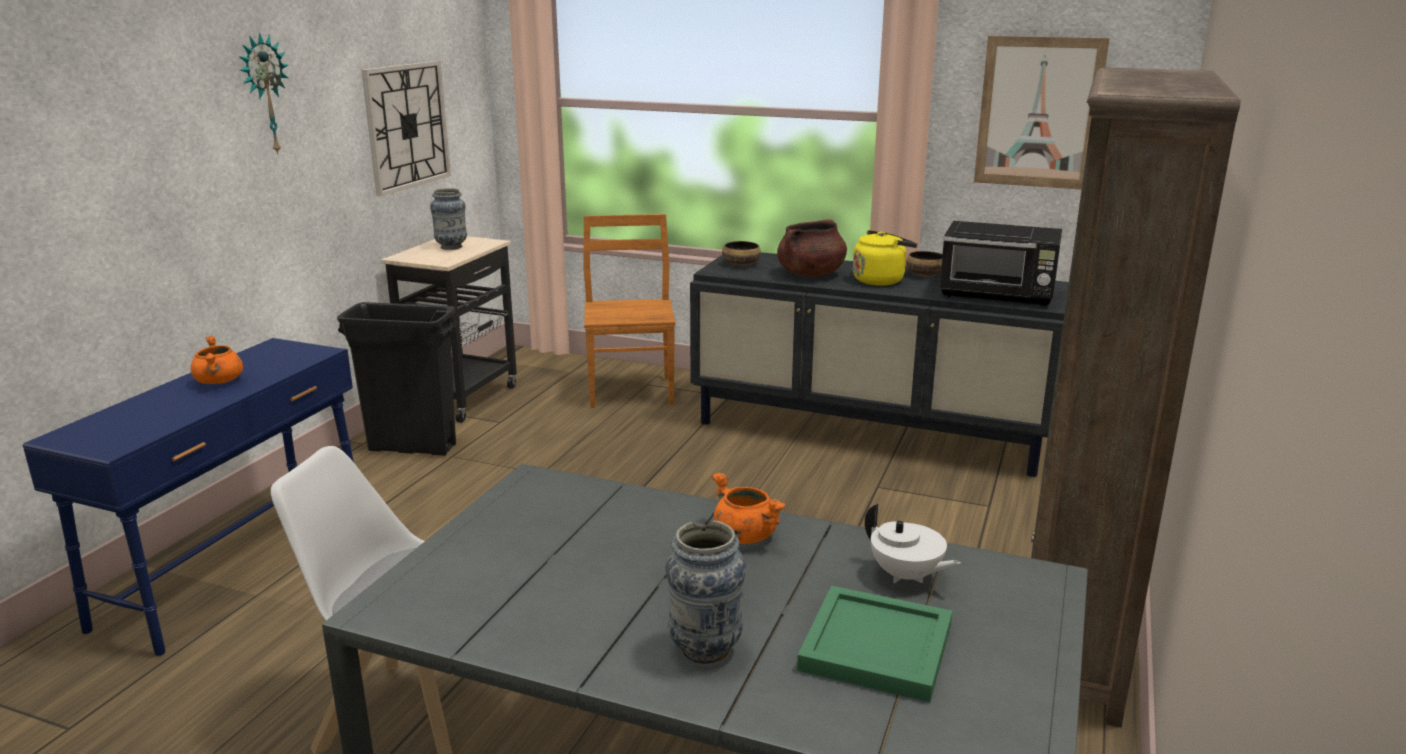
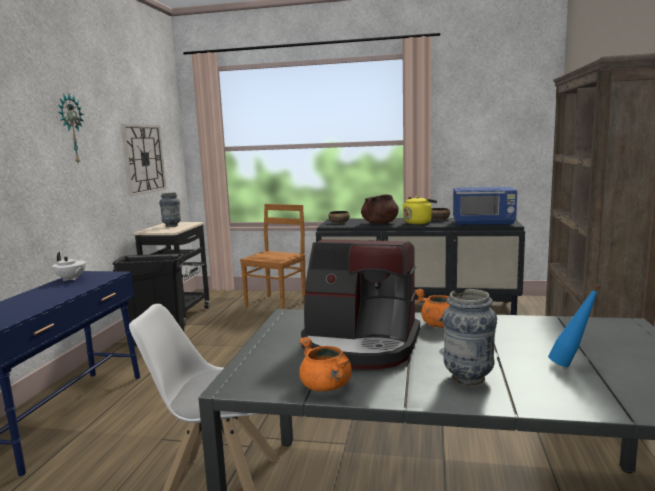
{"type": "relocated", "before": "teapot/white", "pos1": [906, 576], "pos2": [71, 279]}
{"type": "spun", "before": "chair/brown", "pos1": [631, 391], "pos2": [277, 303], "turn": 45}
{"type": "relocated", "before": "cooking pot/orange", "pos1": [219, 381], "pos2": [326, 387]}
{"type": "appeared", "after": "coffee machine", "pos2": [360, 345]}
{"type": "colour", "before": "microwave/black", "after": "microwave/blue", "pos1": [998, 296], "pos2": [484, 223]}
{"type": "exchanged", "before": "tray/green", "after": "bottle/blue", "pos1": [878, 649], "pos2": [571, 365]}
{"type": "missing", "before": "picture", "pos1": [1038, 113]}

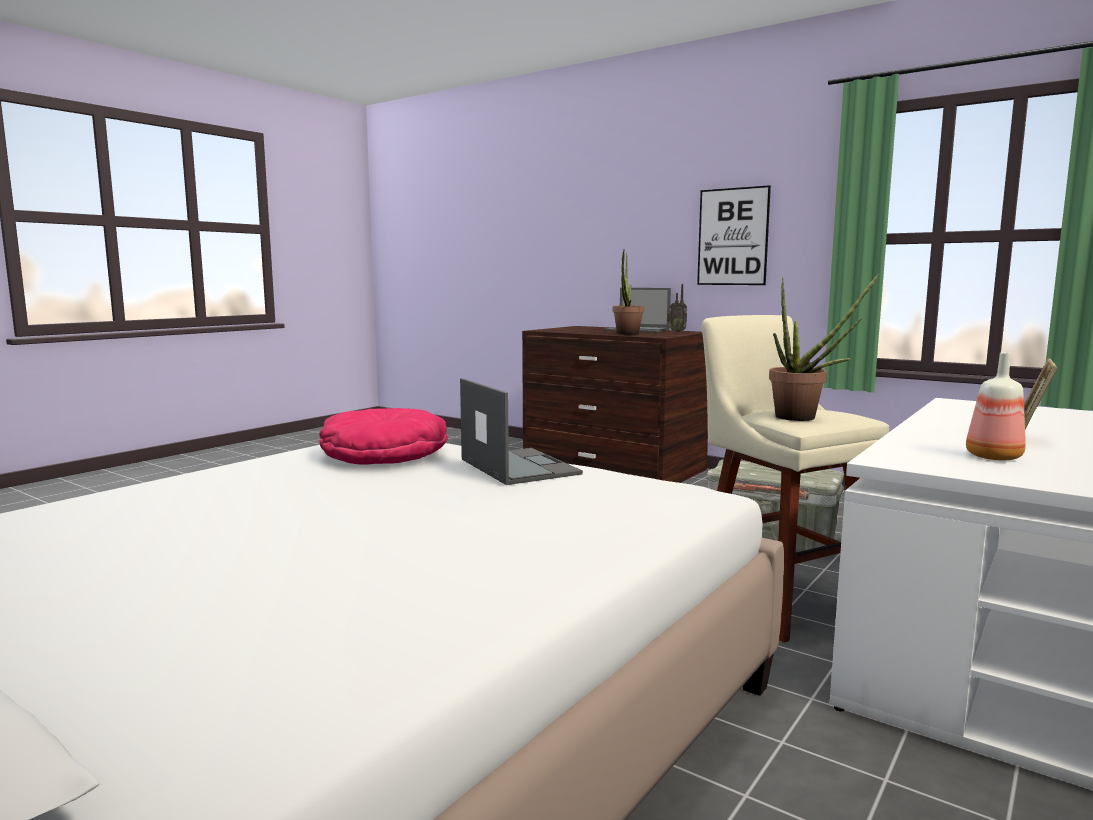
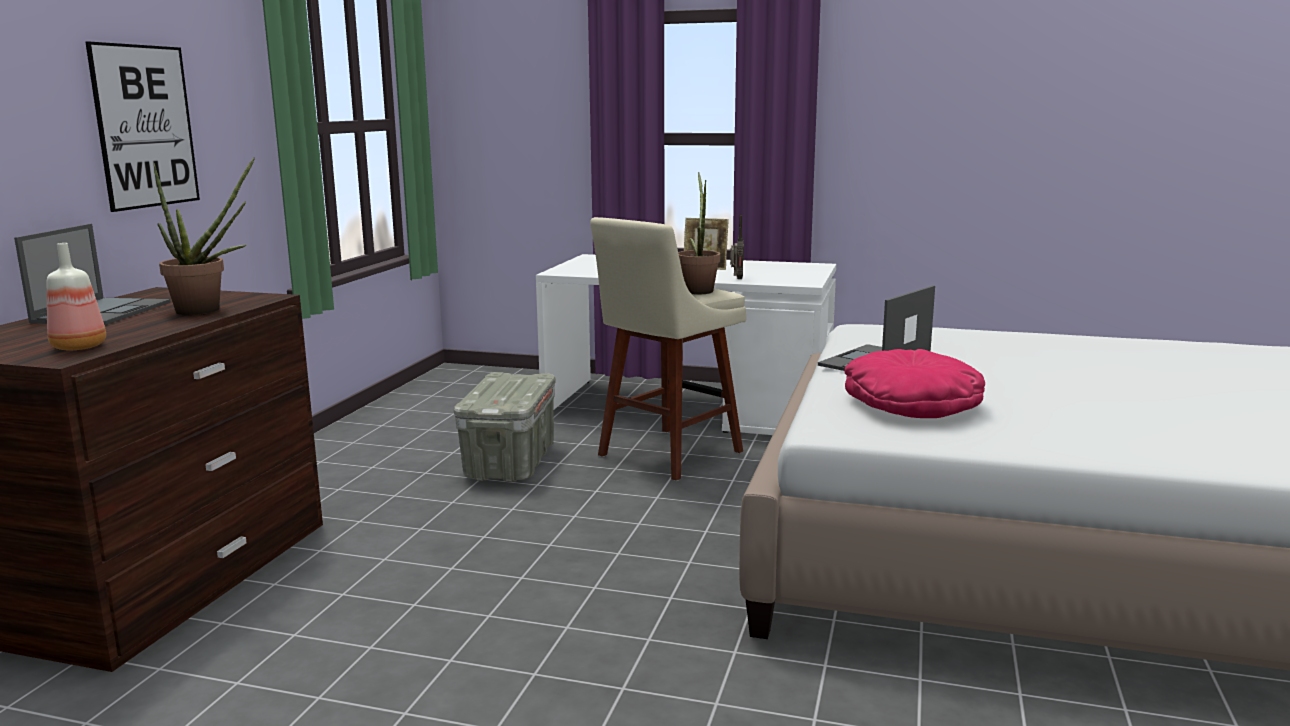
{"type": "relocated", "before": "bottle", "pos1": [994, 457], "pos2": [81, 347]}
{"type": "relocated", "before": "radio", "pos1": [677, 331], "pos2": [736, 279]}

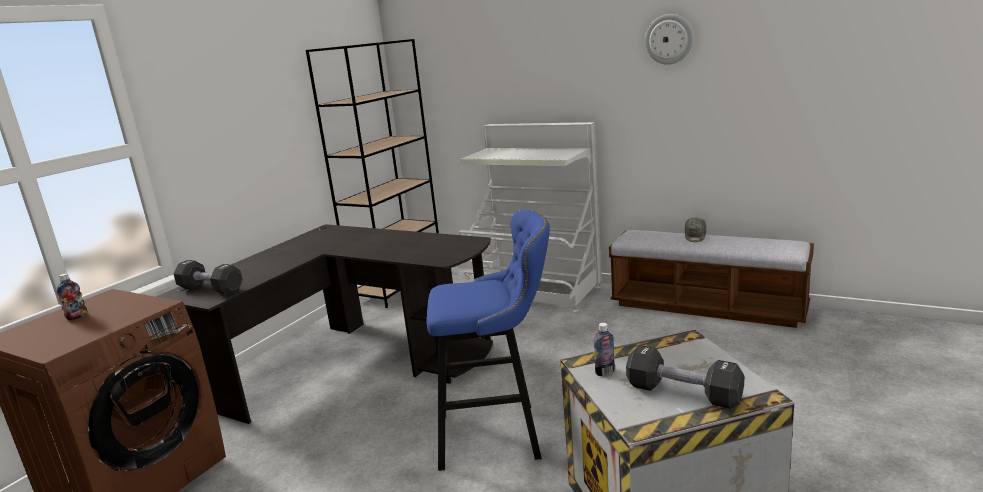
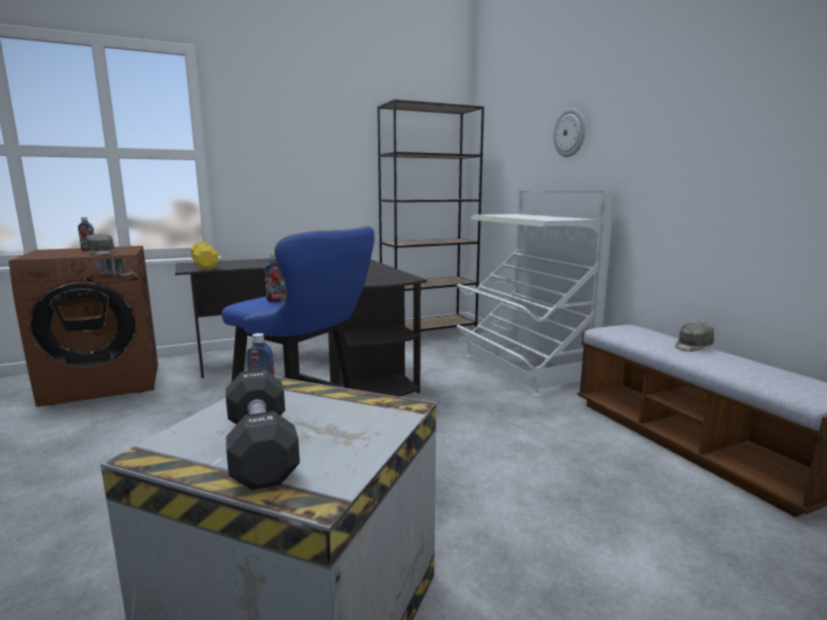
{"type": "appeared", "after": "cap/grey", "pos2": [101, 253]}
{"type": "colour", "before": "dumbbell/black", "after": "dumbbell/yellow", "pos1": [211, 289], "pos2": [205, 265]}
{"type": "appeared", "after": "bottle", "pos2": [276, 300]}
{"type": "relocated", "before": "wall clock", "pos1": [669, 39], "pos2": [570, 133]}

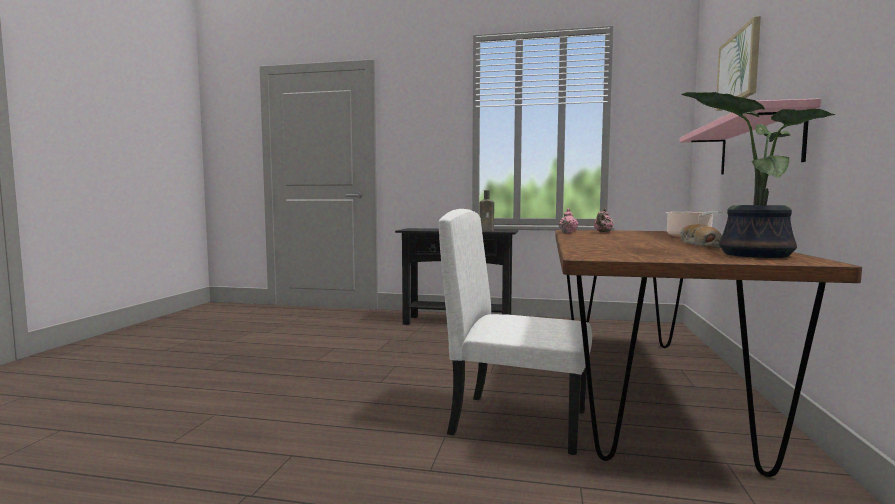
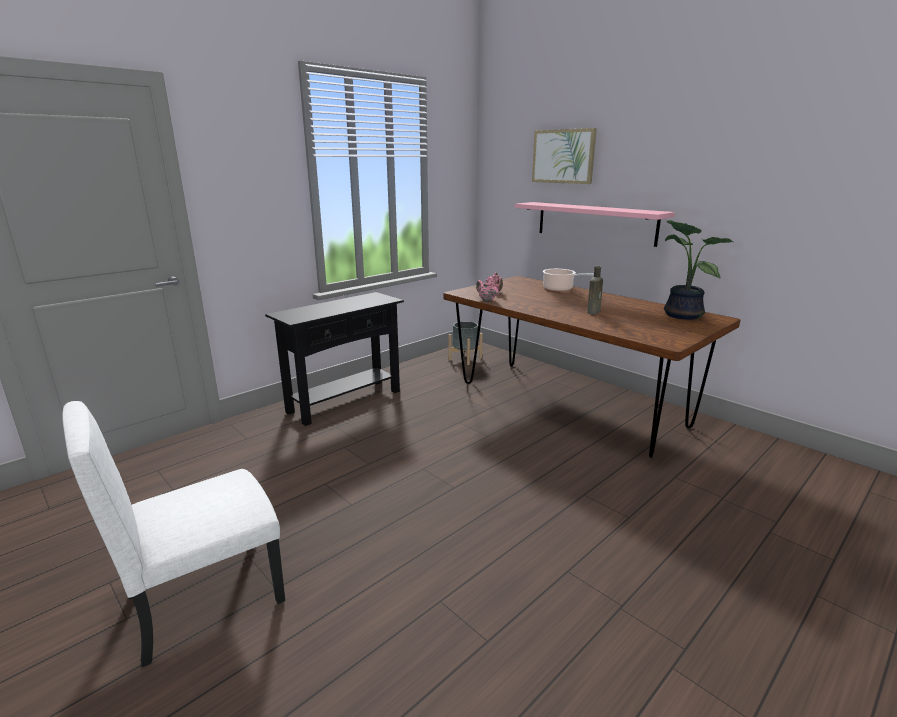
{"type": "relocated", "before": "chair/white", "pos1": [519, 422], "pos2": [205, 597]}
{"type": "appeared", "after": "planter/grey", "pos2": [465, 358]}
{"type": "relocated", "before": "bottle/brown", "pos1": [487, 231], "pos2": [594, 312]}
{"type": "missing", "before": "bread", "pos1": [698, 245]}

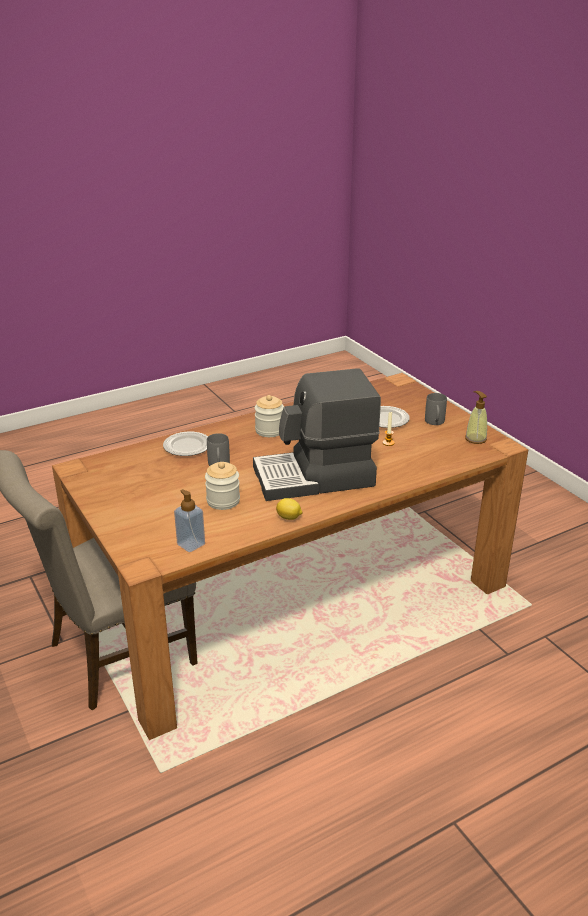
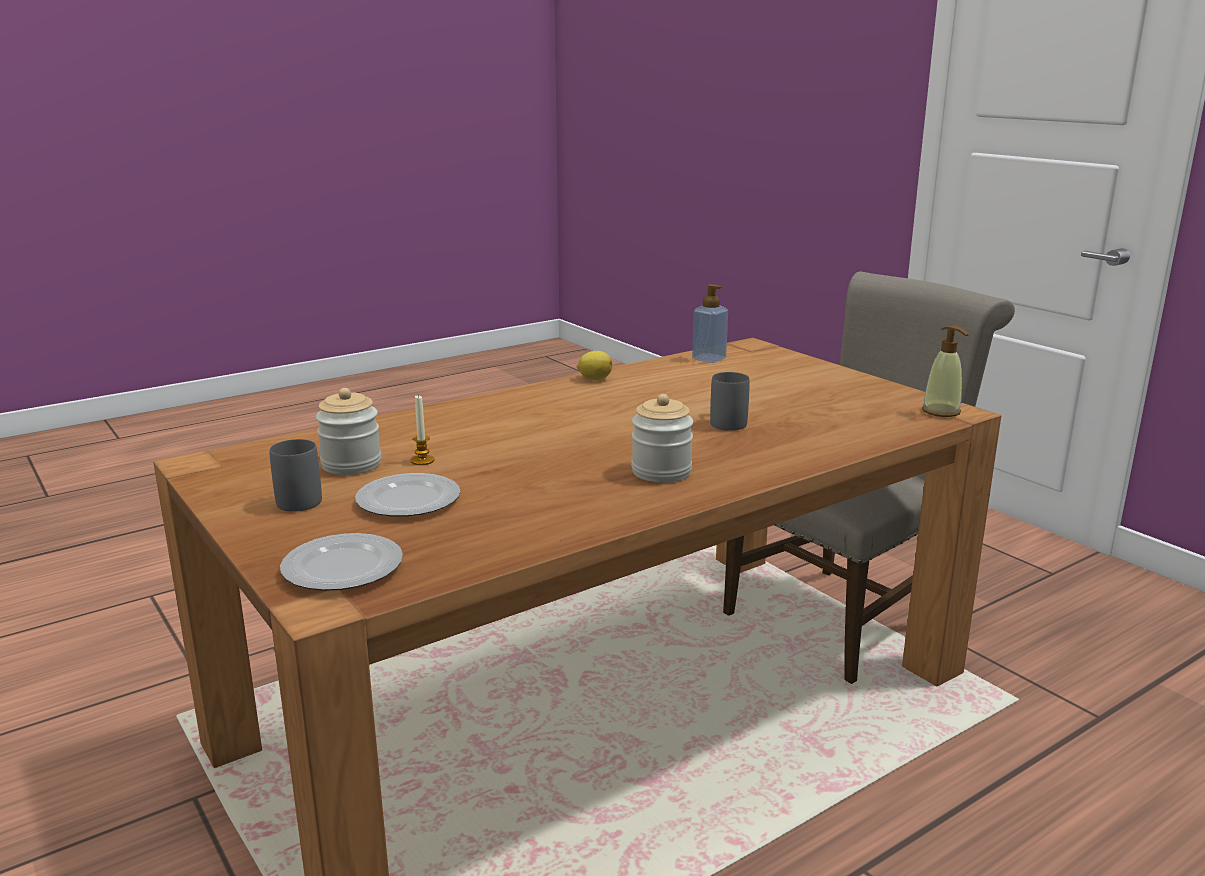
{"type": "relocated", "before": "plate", "pos1": [188, 446], "pos2": [341, 568]}
{"type": "relocated", "before": "jar", "pos1": [223, 501], "pos2": [351, 464]}
{"type": "relocated", "before": "soap dispenser", "pos1": [475, 439], "pos2": [941, 411]}
{"type": "missing", "before": "coffee machine", "pos1": [315, 477]}

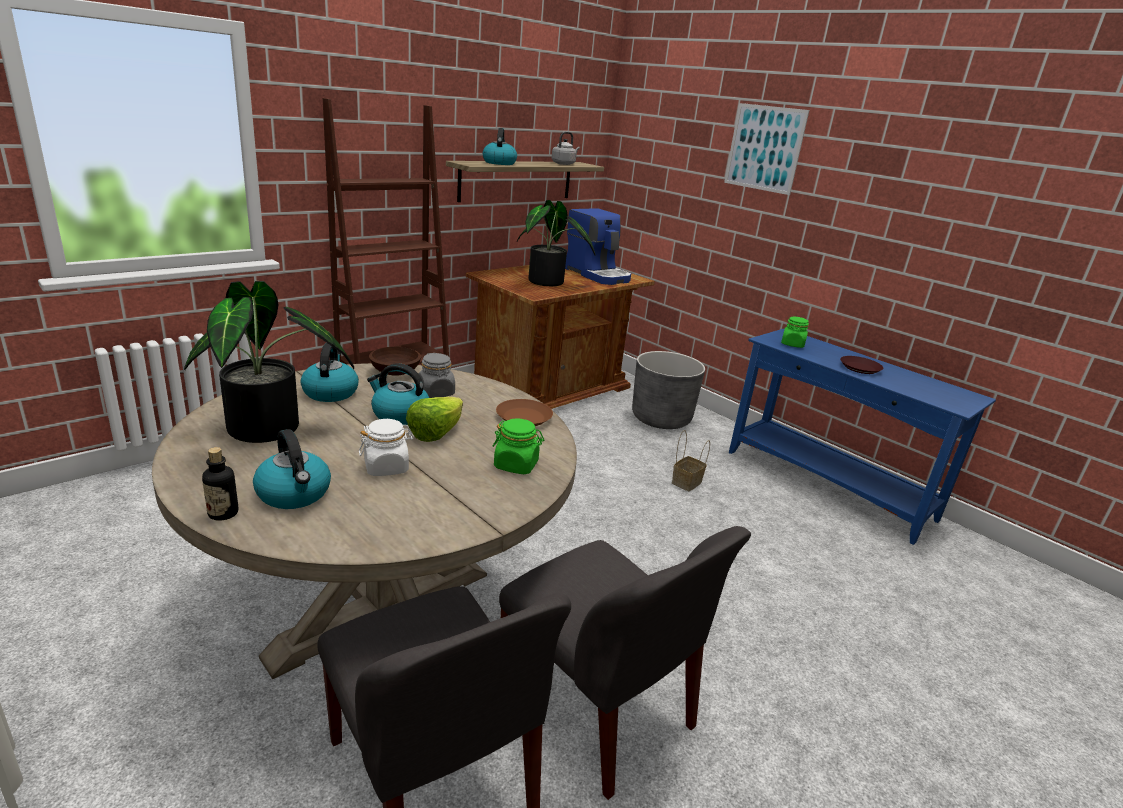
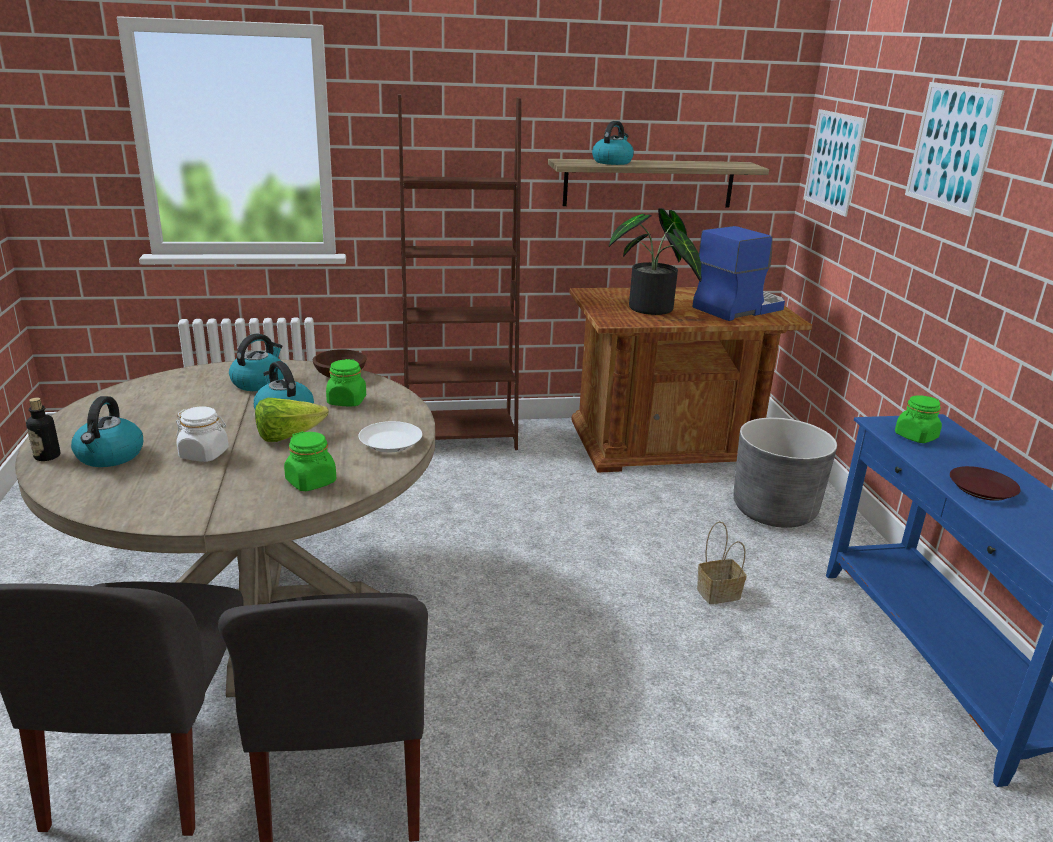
{"type": "colour", "before": "jar/grey", "after": "jar/green", "pos1": [436, 392], "pos2": [346, 401]}
{"type": "colour", "before": "plate/brown", "after": "plate/white", "pos1": [523, 417], "pos2": [390, 442]}
{"type": "spun", "before": "coffee machine", "pos1": [598, 274], "pos2": [738, 308], "turn": -120}
{"type": "appeared", "after": "picture", "pos2": [833, 161]}
{"type": "missing", "before": "potted plant", "pos1": [271, 430]}
{"type": "missing", "before": "kettle/grey", "pos1": [564, 164]}

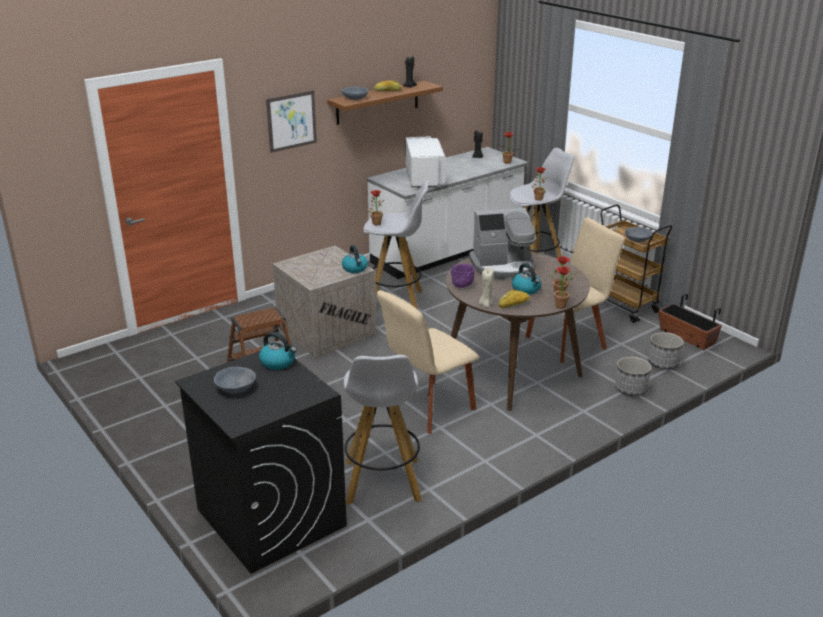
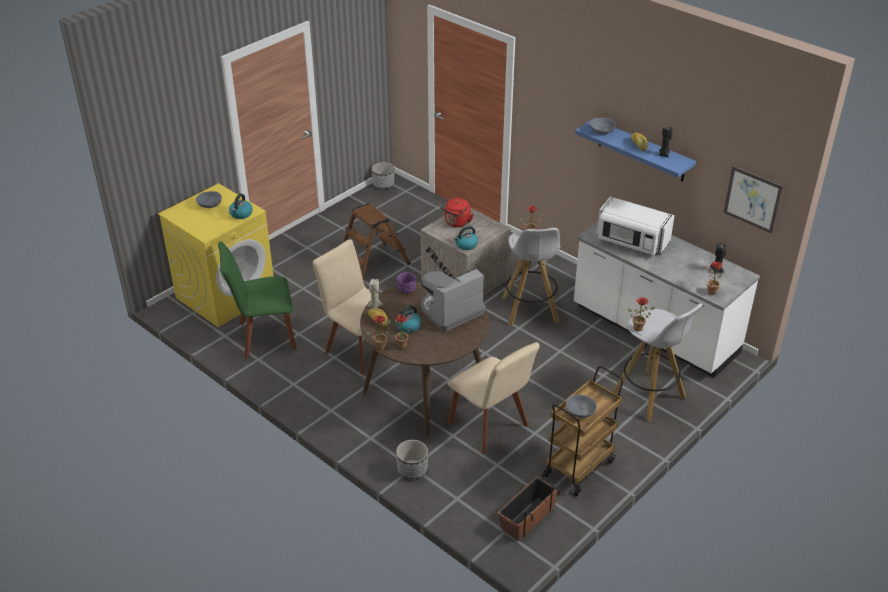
{"type": "colour", "before": "washing machine/black", "after": "washing machine/yellow", "pos1": [270, 517], "pos2": [226, 295]}
{"type": "exchanged", "before": "stool/white", "after": "chair/green", "pos1": [382, 482], "pos2": [263, 337]}
{"type": "relocated", "before": "planter", "pos1": [663, 363], "pos2": [383, 184]}
{"type": "spun", "before": "coffee machine", "pos1": [503, 267], "pos2": [450, 311], "turn": 75}
{"type": "appeared", "after": "kettle/red", "pos2": [456, 223]}
{"type": "colour", "before": "shelf/brown", "after": "shelf/blue", "pos1": [377, 102], "pos2": [641, 151]}
{"type": "spun", "before": "microwave/white", "pos1": [424, 178], "pos2": [631, 242], "turn": 45}
{"type": "relocated", "before": "picture", "pos1": [291, 121], "pos2": [752, 199]}

